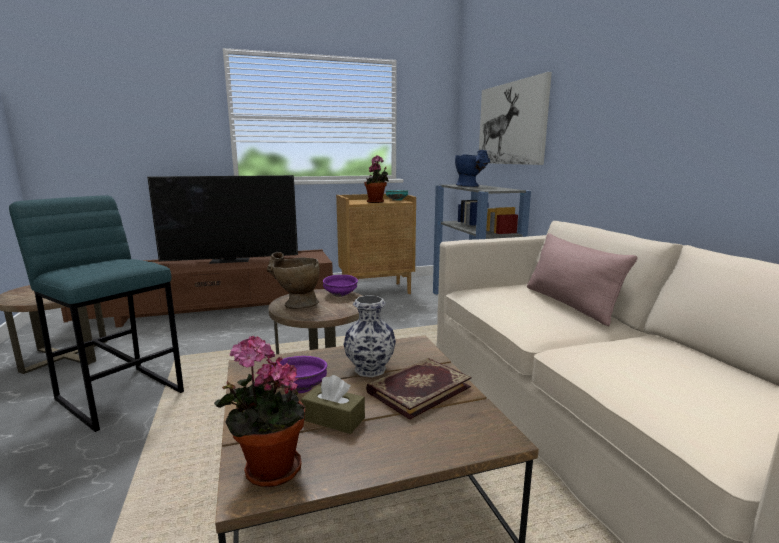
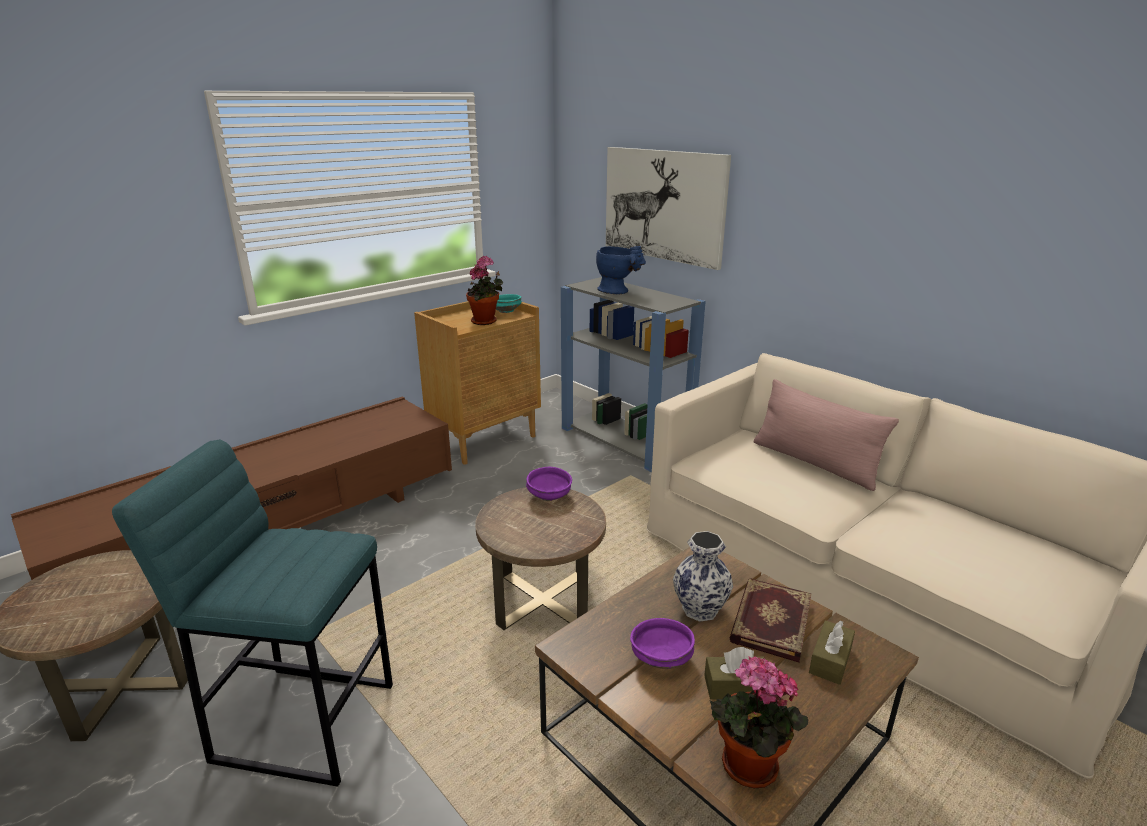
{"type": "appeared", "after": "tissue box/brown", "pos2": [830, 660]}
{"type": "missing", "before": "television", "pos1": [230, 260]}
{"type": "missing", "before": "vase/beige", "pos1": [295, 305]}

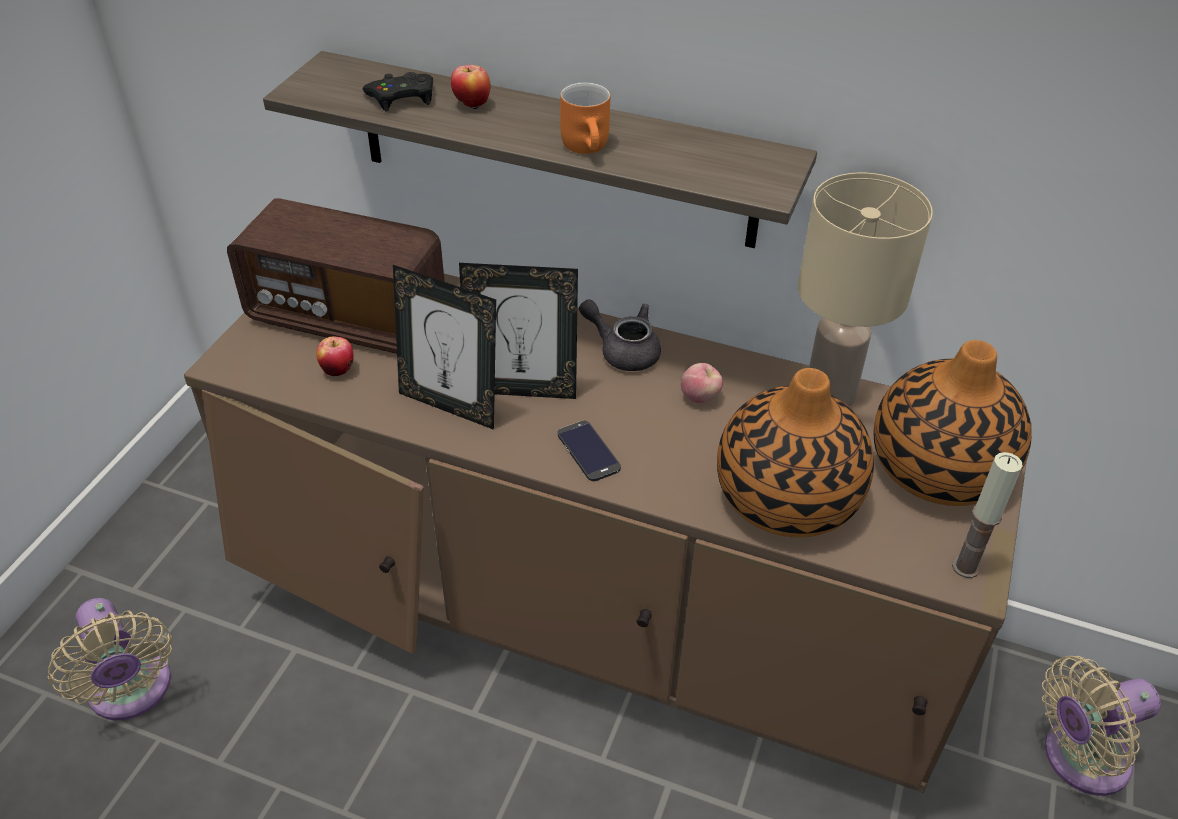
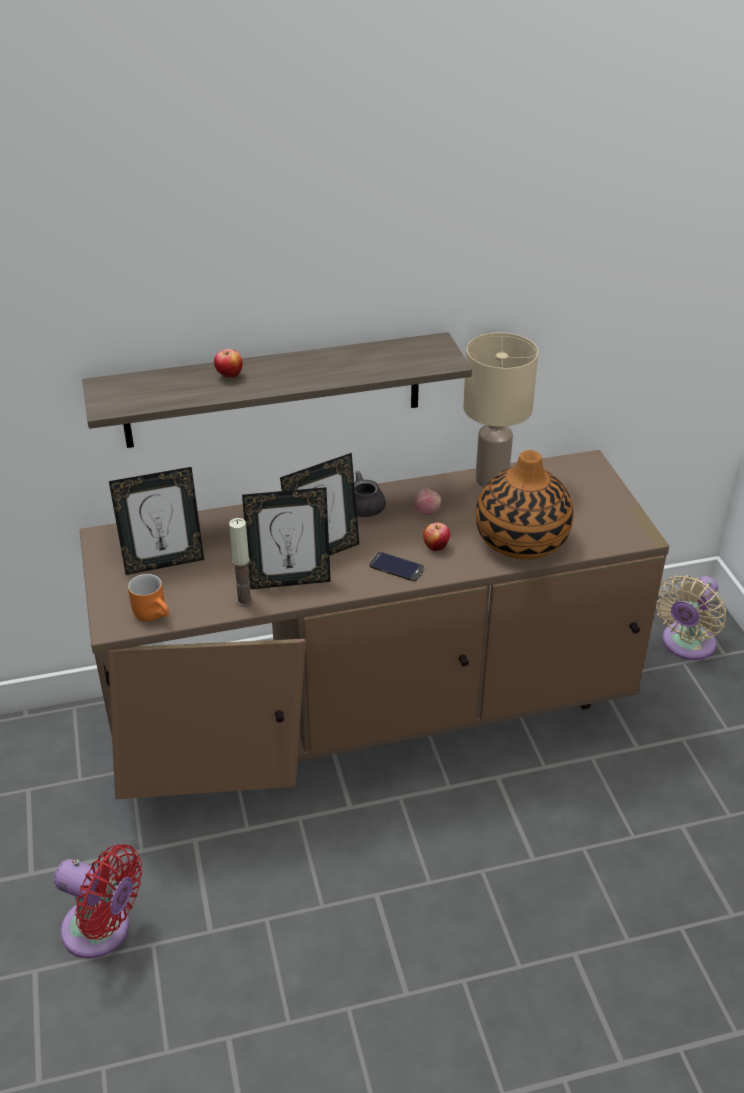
{"type": "colour", "before": "fan/beige", "after": "fan/red", "pos1": [132, 692], "pos2": [102, 931]}
{"type": "exchanged", "before": "radio", "after": "picture frame", "pos1": [347, 317], "pos2": [164, 563]}
{"type": "relocated", "before": "mug/orange", "pos1": [590, 147], "pos2": [154, 613]}
{"type": "relocated", "before": "candle", "pos1": [965, 567], "pos2": [244, 600]}
{"type": "relocated", "before": "apple", "pos1": [338, 370], "pos2": [436, 547]}
{"type": "missing", "before": "game controller/black", "pos1": [402, 98]}
{"type": "missing", "before": "vase", "pos1": [938, 468]}

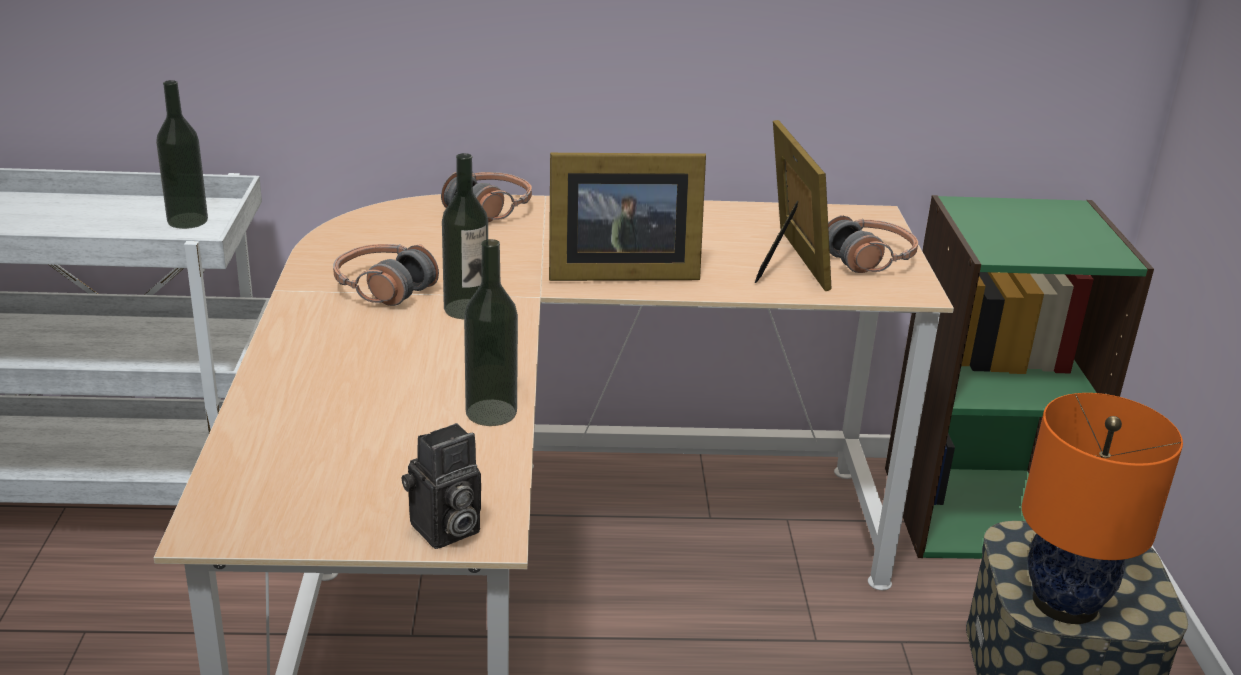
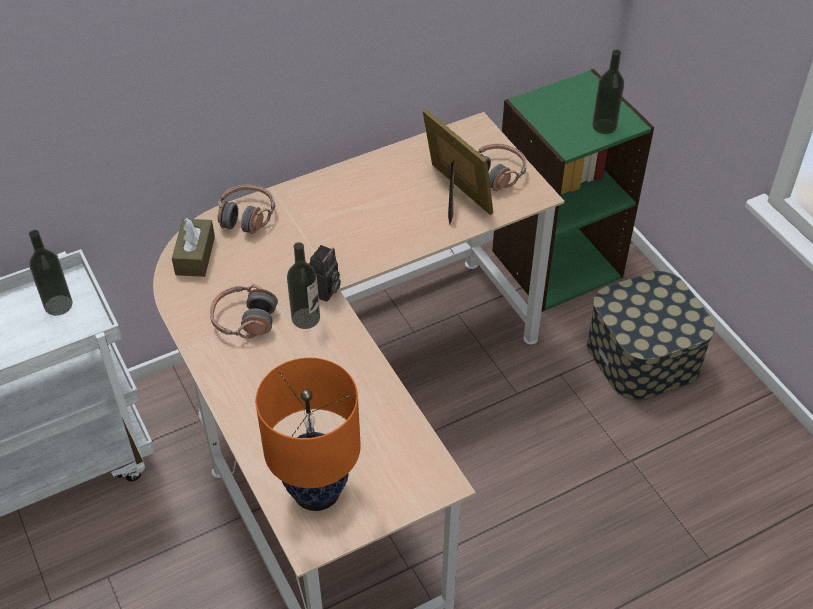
{"type": "appeared", "after": "tissue box/brown", "pos2": [195, 256]}
{"type": "relocated", "before": "table lamp/orange", "pos1": [1065, 603], "pos2": [317, 490]}
{"type": "relocated", "before": "photo camera", "pos1": [444, 531], "pos2": [323, 291]}
{"type": "relocated", "before": "bottle", "pos1": [491, 412], "pos2": [604, 126]}
{"type": "missing", "before": "picture frame", "pos1": [617, 271]}

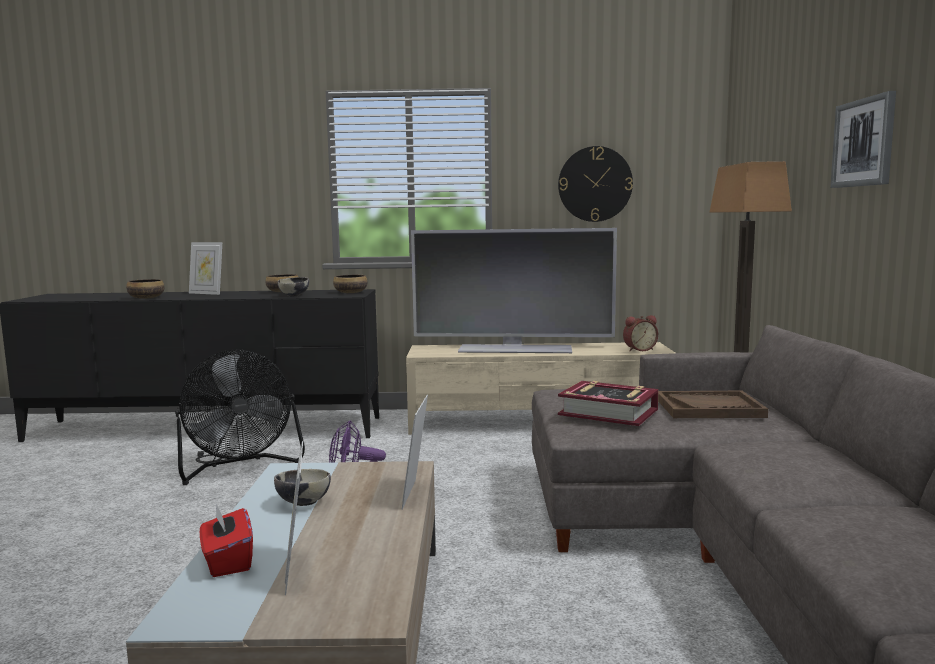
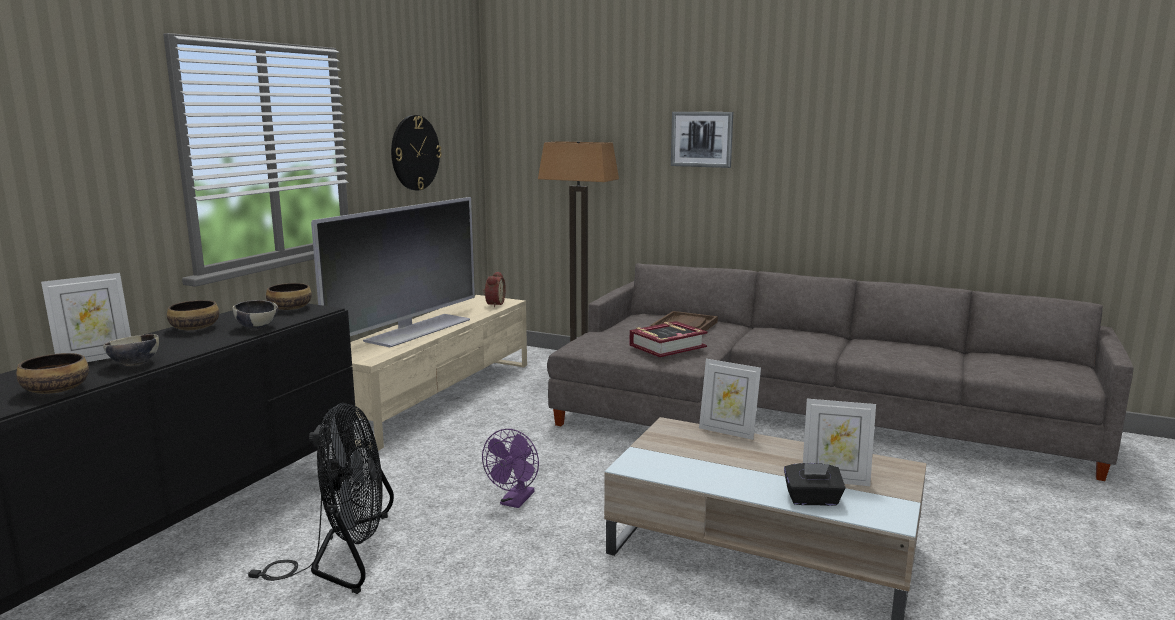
{"type": "relocated", "before": "bowl", "pos1": [303, 503], "pos2": [134, 364]}
{"type": "colour", "before": "tissue box/red", "after": "tissue box/black", "pos1": [227, 562], "pos2": [812, 500]}

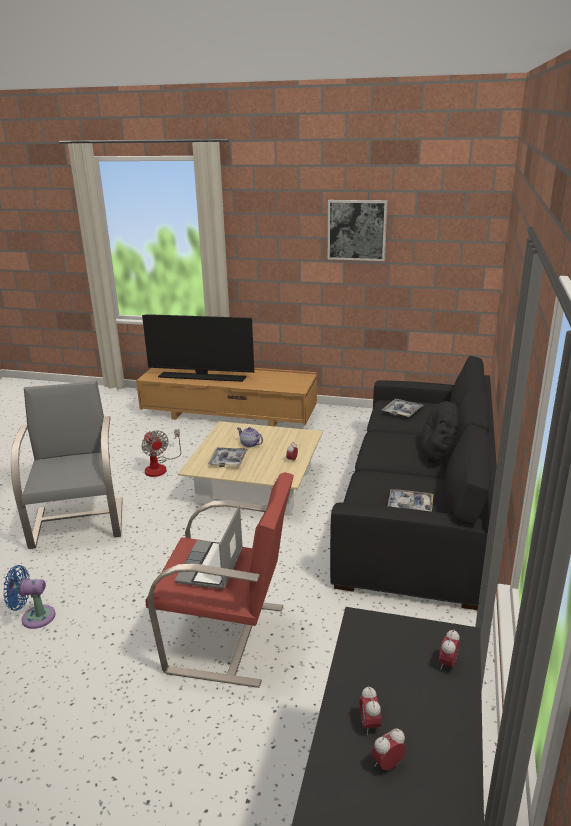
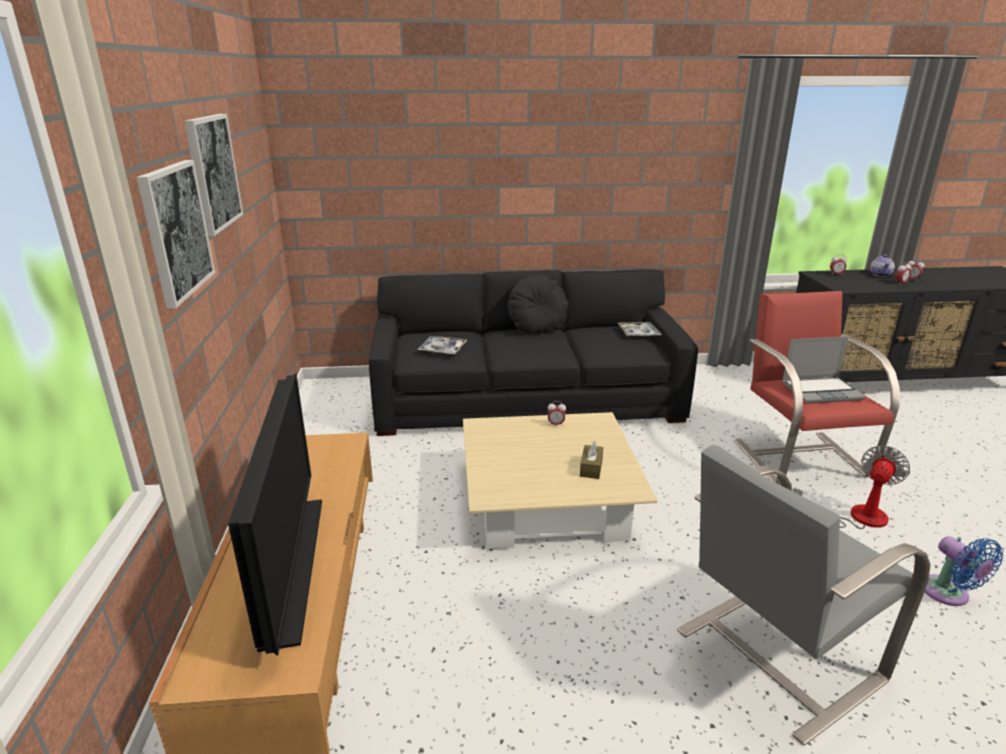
{"type": "appeared", "after": "picture", "pos2": [176, 231]}
{"type": "exchanged", "before": "tray", "after": "tissue box/brown", "pos1": [228, 460], "pos2": [591, 468]}
{"type": "relocated", "before": "fan", "pos1": [160, 467], "pos2": [855, 516]}
{"type": "relocated", "before": "teapot", "pos1": [250, 444], "pos2": [880, 274]}

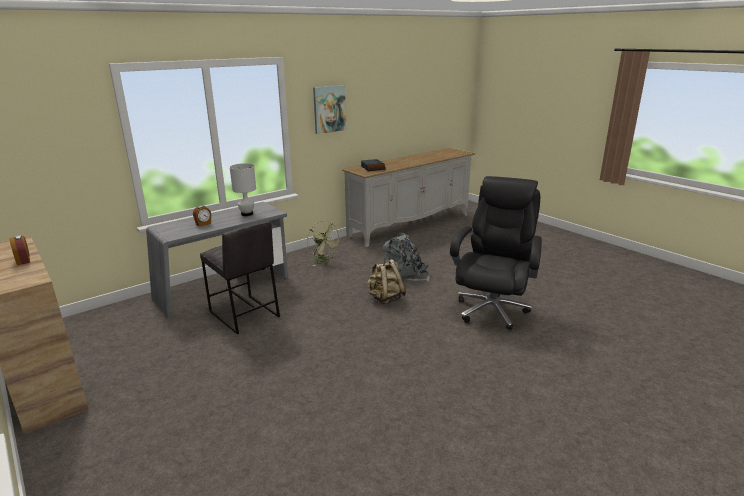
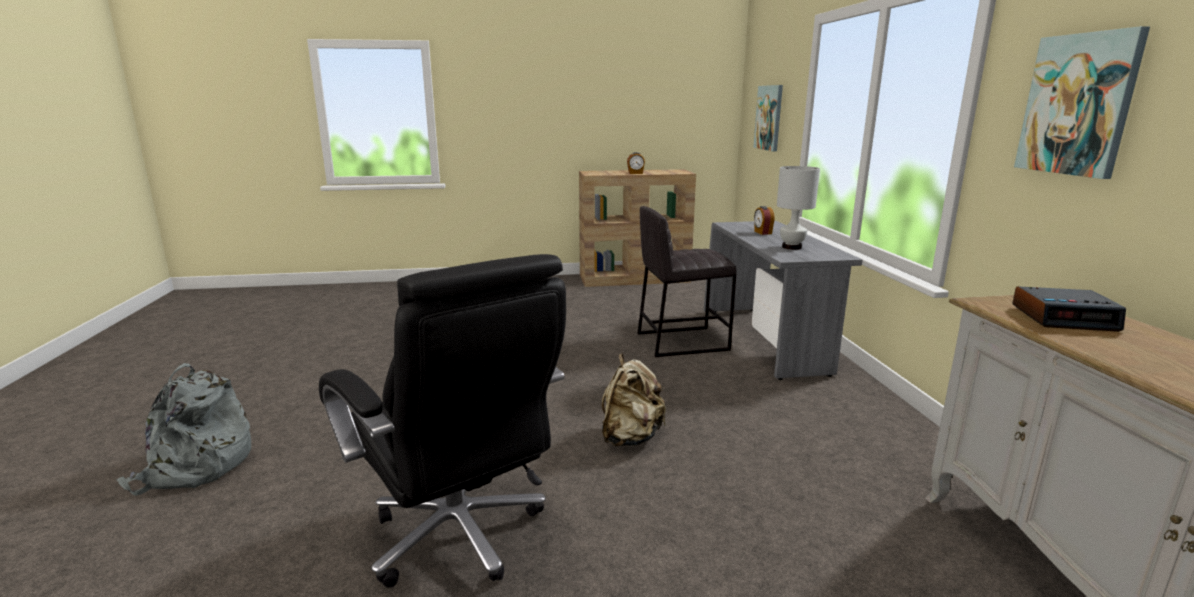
{"type": "relocated", "before": "backpack/grey", "pos1": [404, 275], "pos2": [195, 467]}
{"type": "appeared", "after": "picture", "pos2": [769, 118]}
{"type": "missing", "before": "fan/green", "pos1": [324, 262]}

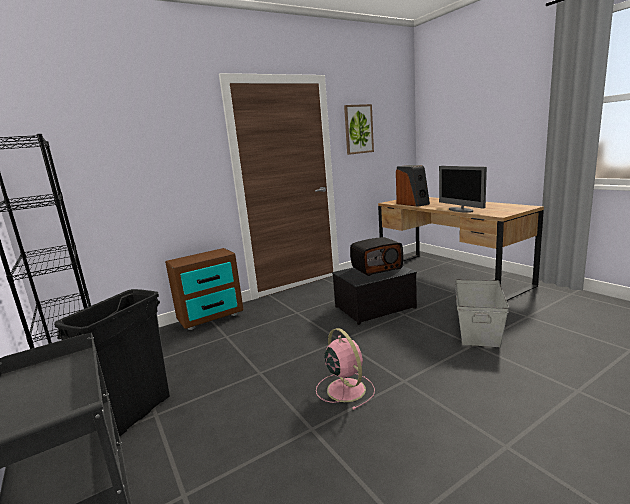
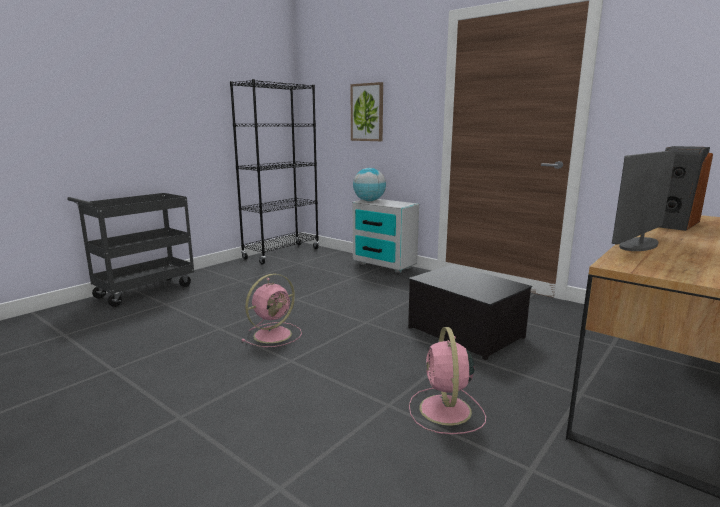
{"type": "relocated", "before": "picture", "pos1": [358, 129], "pos2": [367, 112]}
{"type": "appeared", "after": "globe", "pos2": [369, 201]}
{"type": "colour", "before": "nightstand/brown", "after": "nightstand/white", "pos1": [211, 319], "pos2": [383, 266]}
{"type": "exchanged", "before": "storage box/grey", "after": "fan/pink", "pos1": [478, 328], "pos2": [445, 411]}
{"type": "missing", "before": "trash can/black", "pos1": [136, 414]}
{"type": "missing", "before": "radio", "pos1": [376, 268]}

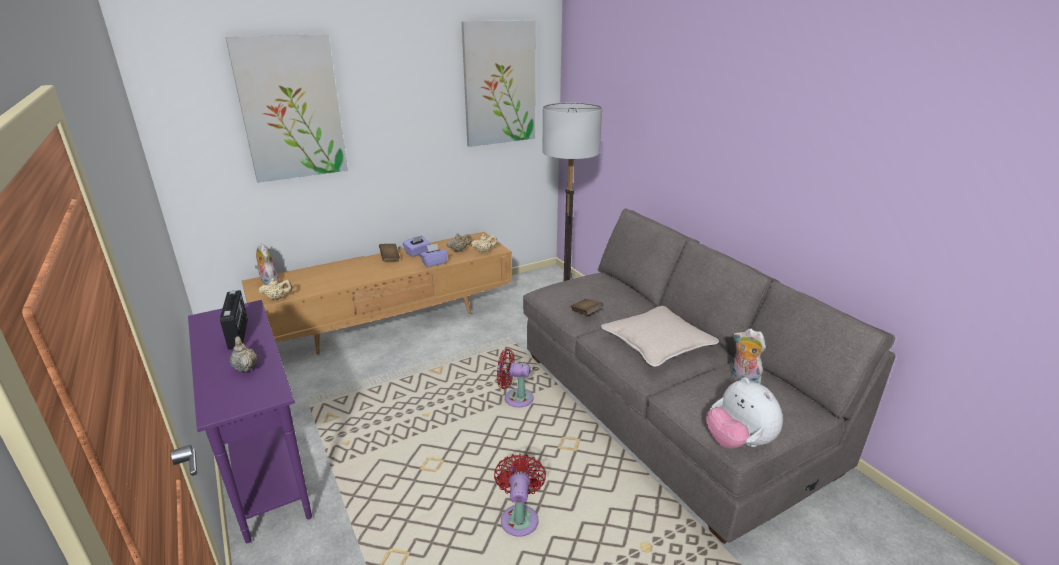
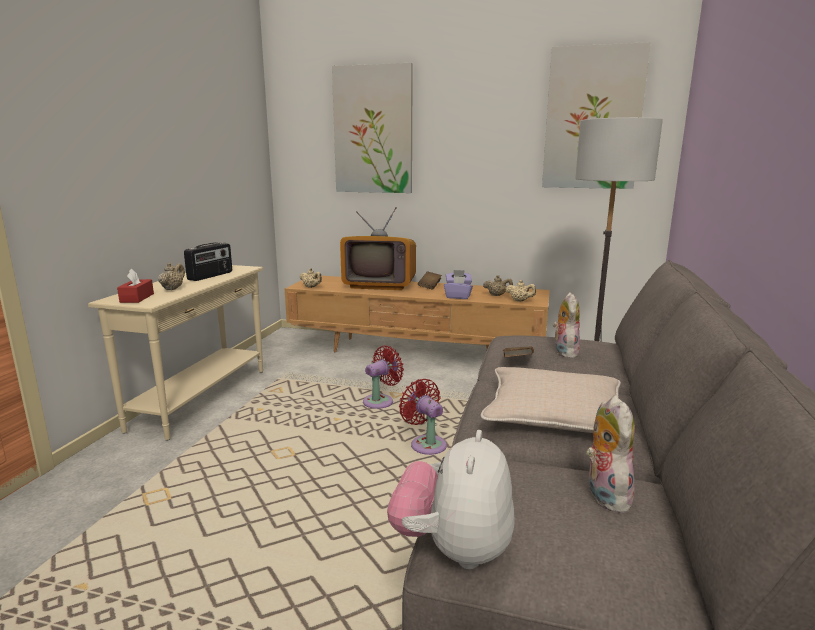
{"type": "colour", "before": "console table/purple", "after": "console table/beige", "pos1": [263, 465], "pos2": [200, 398]}
{"type": "appeared", "after": "tissue box/red", "pos2": [137, 298]}
{"type": "appeared", "after": "television", "pos2": [380, 285]}
{"type": "relocated", "before": "fan/red", "pos1": [519, 517], "pos2": [381, 401]}
{"type": "relocated", "before": "plush toy", "pos1": [268, 282], "pos2": [564, 352]}

